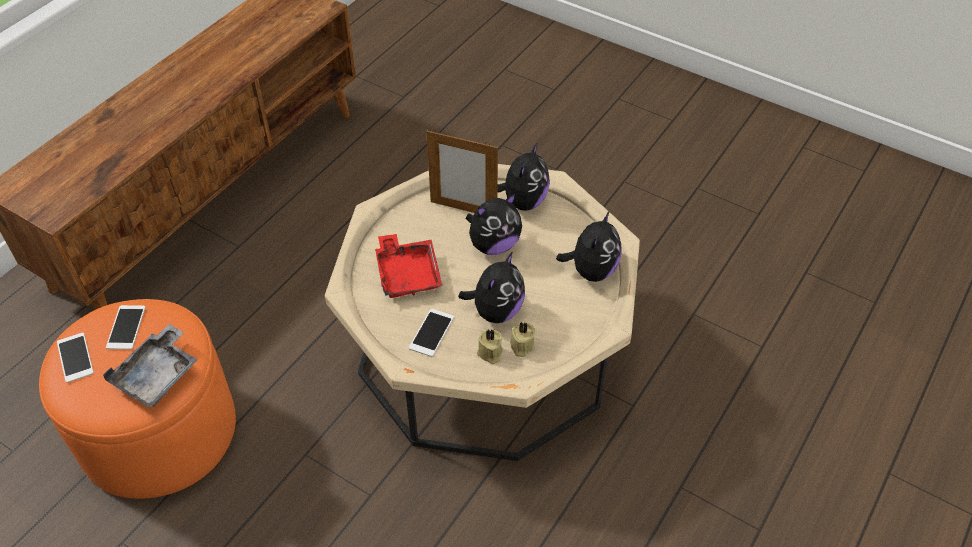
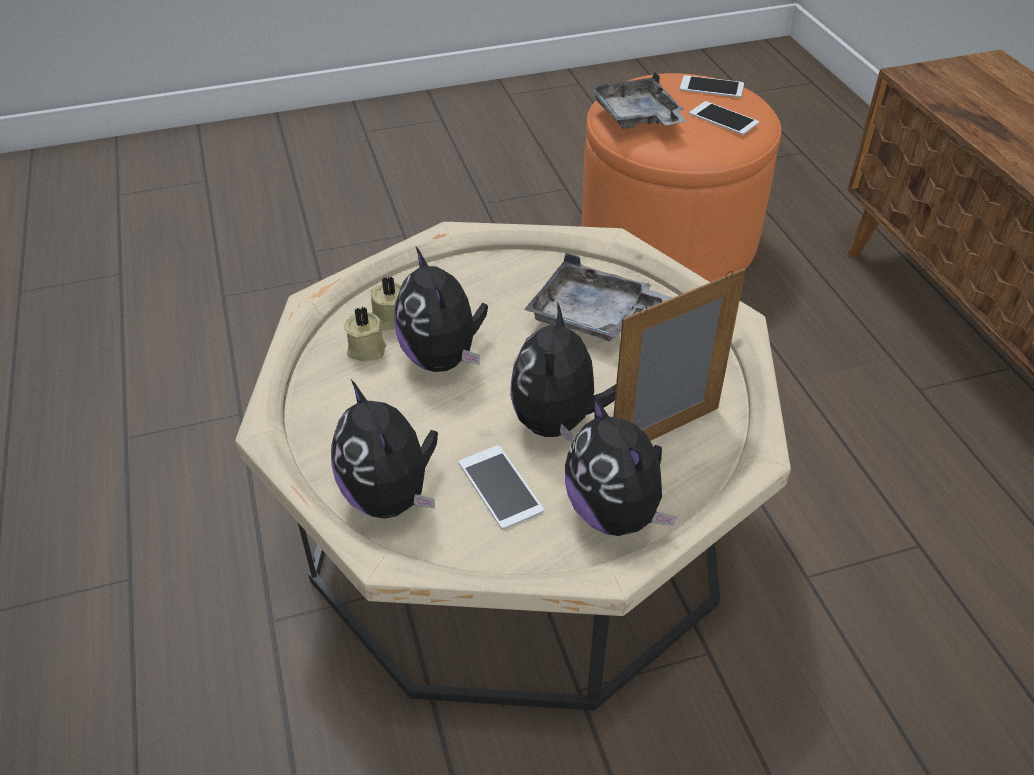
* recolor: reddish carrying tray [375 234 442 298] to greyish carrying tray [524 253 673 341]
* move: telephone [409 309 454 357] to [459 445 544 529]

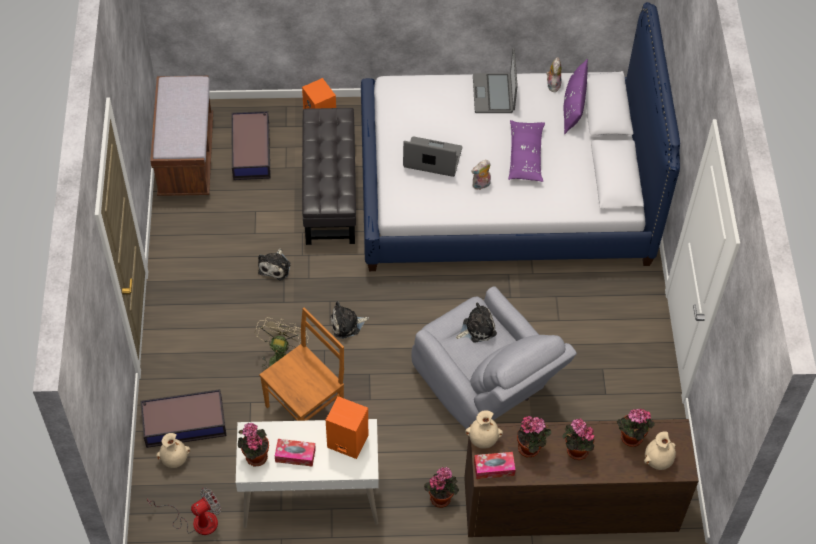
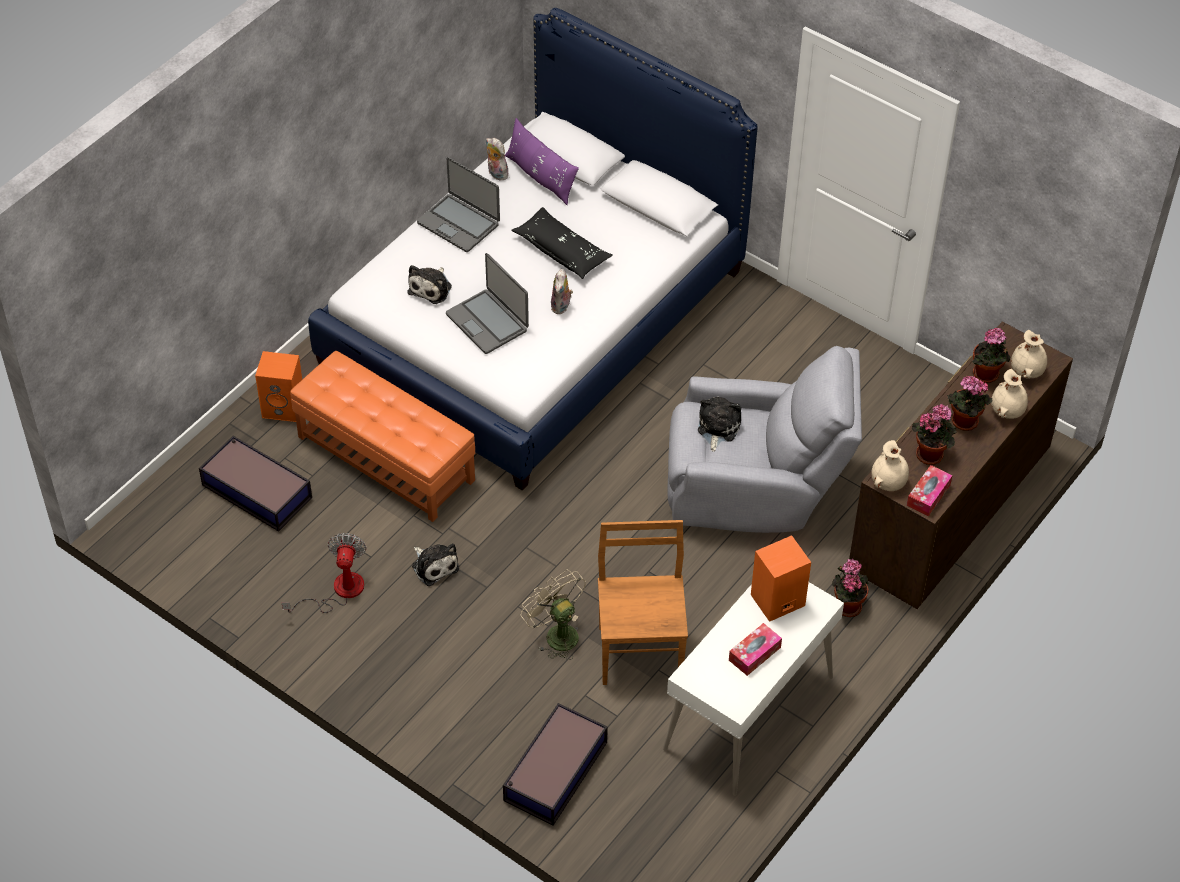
* delete: brown-coloured bench [150 76 213 196]
* recolor: black pouffe [302 108 356 245] to orangey pouffe [290 351 475 522]
* recolor: purple-coloured throw pillow [508 120 545 182] to black throw pillow [511 207 613 279]
* rotate: laptop [403 136 462 177] = [446 253 529 354] 90 degrees counterclockwise
* move: soft toy [330 301 369 339] to [407 265 452 304]
* delete: houseplant [238 423 269 467]
* move: beige decorative vase [156 433 191 468] to [991 369 1028 419]
* move: cooling fan [147 487 221 535] to [282 533 367 613]

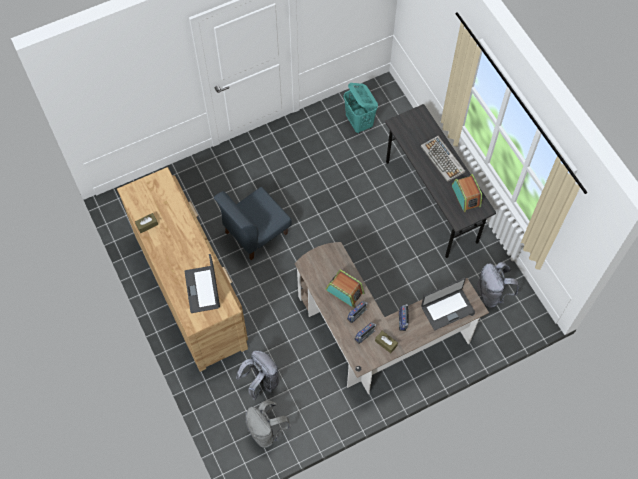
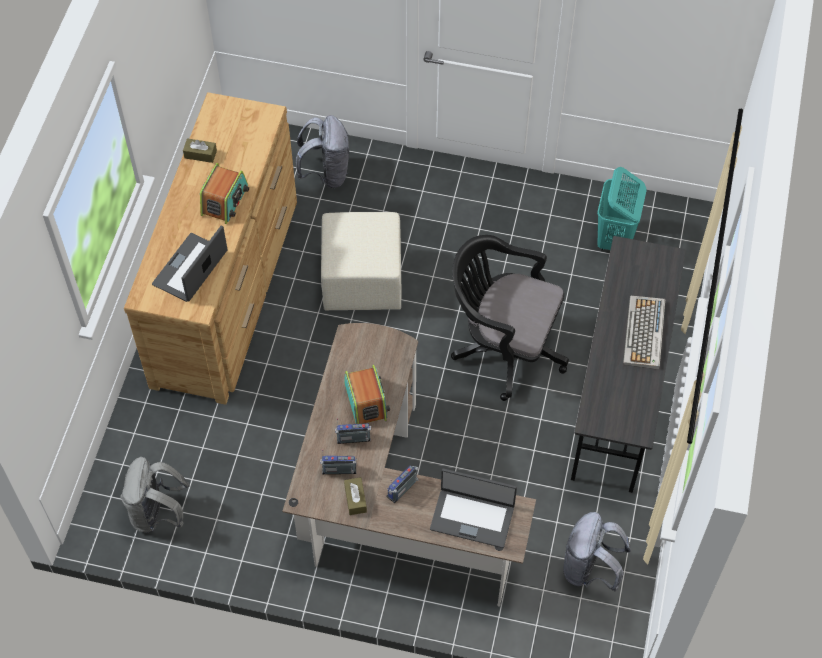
* move: radio receiver [452 174 483 212] to [200 163 249 224]
* replace: blue plain chair [214 187 292 260] to beige pouffe [321 212 402 311]
* move: greyish backpack [236 350 279 401] to [296 115 349 188]
* insert: black computer chair [451 235 569 401]

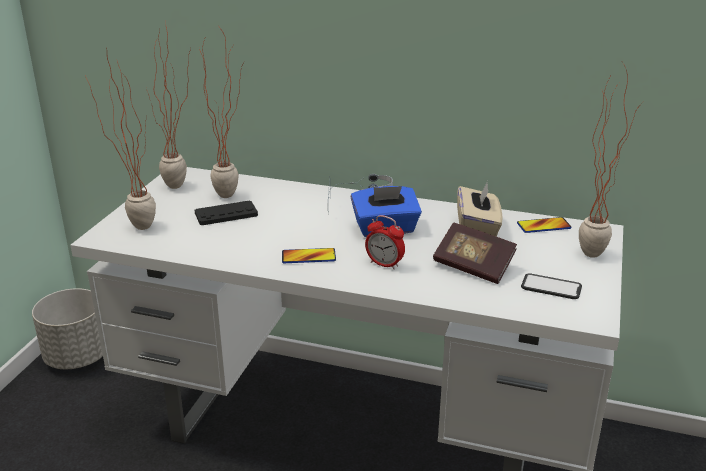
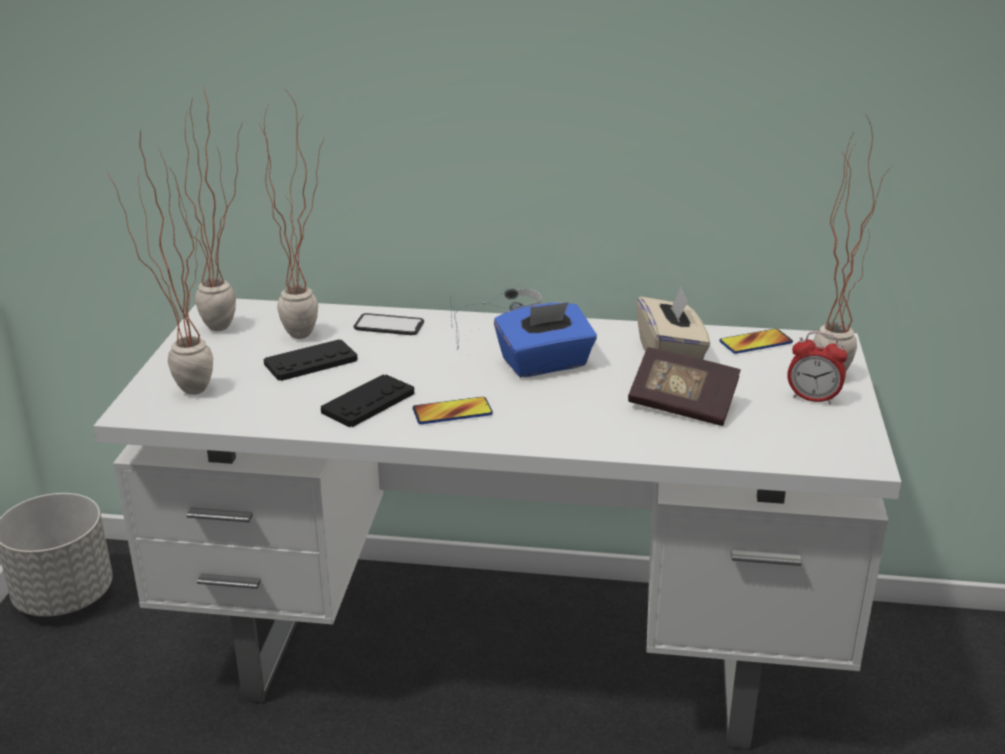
* move: alarm clock [365 215 405 270] to [787 331 847 404]
* move: telephone [521 273 582 299] to [353 313 424 335]
* insert: black game controller [321 375 414 427]

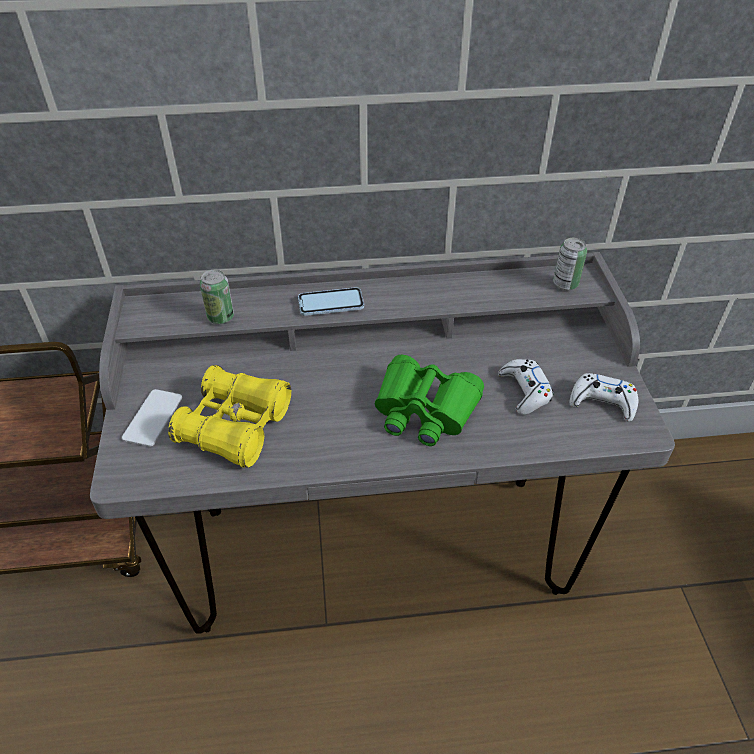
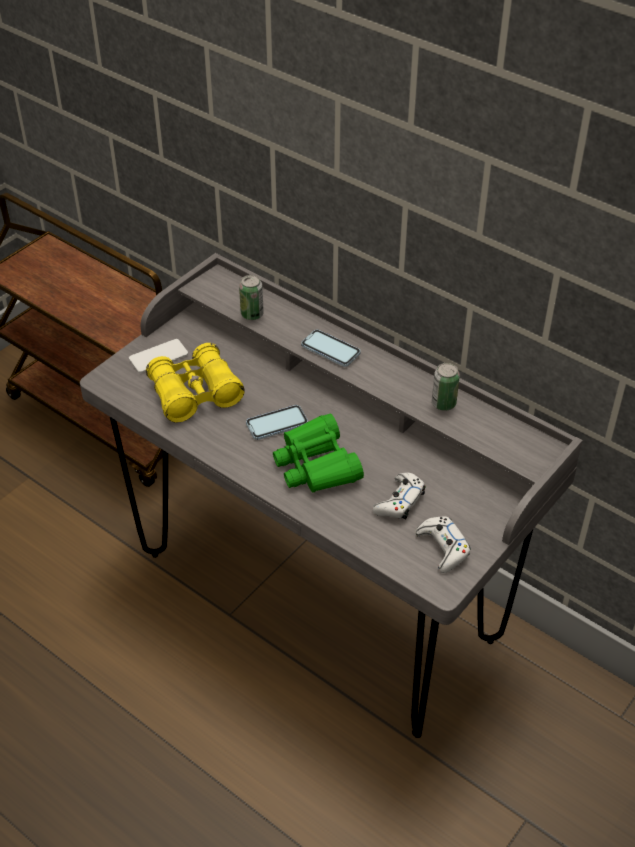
* move: metal can [553 238 587 290] to [432 363 460 411]
* insert: telephone [246 405 308 440]

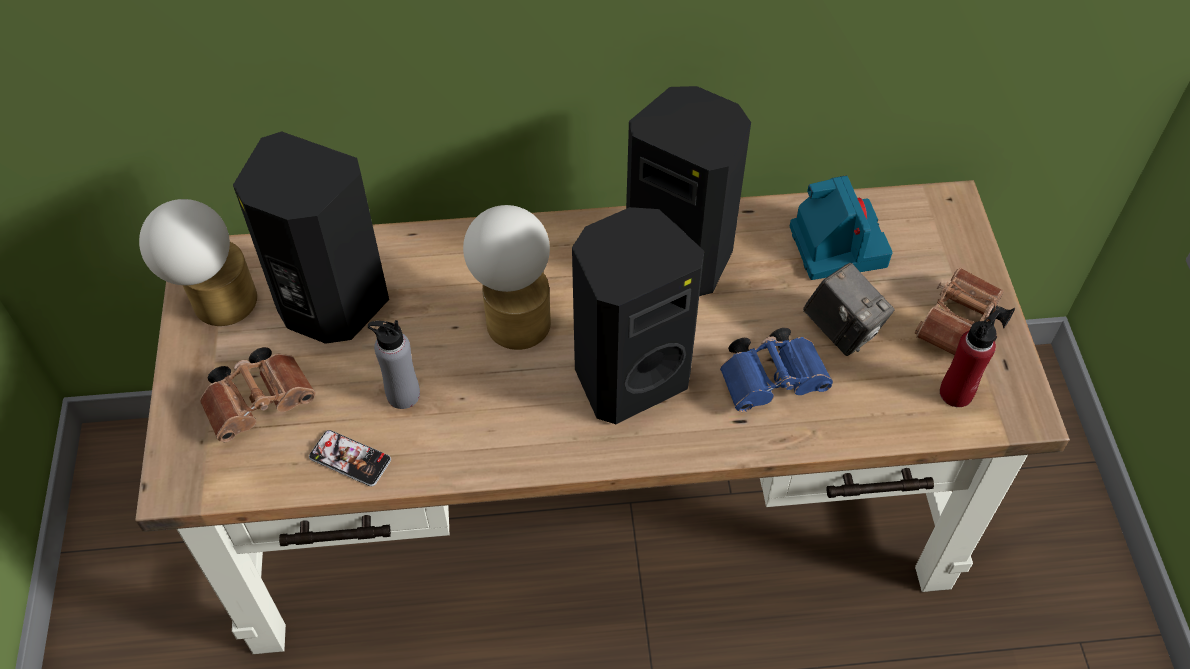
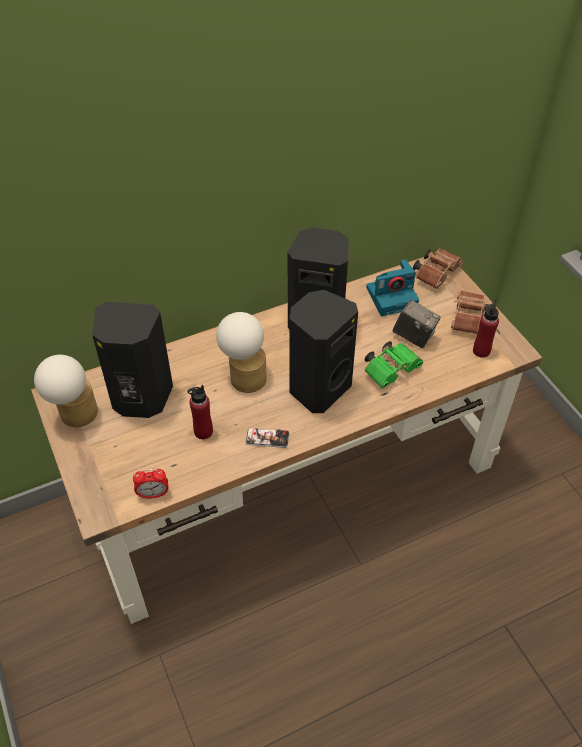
* rotate: photo camera [790 175 893 280] = [366 259 419 316] 105 degrees clockwise
* recolor: greyish beverage bottle [368 320 420 409] to reddish beverage bottle [187 385 213 439]
* recolor: blue binoculars [720 328 833 412] to greenish binoculars [365 341 423 389]
* move: brown-coloured binoculars [200 347 316 442] to [413 248 463 289]
* move: telephone [309 430 391 486] to [246 428 290 448]
* insert: alarm clock [133 469 168 499]

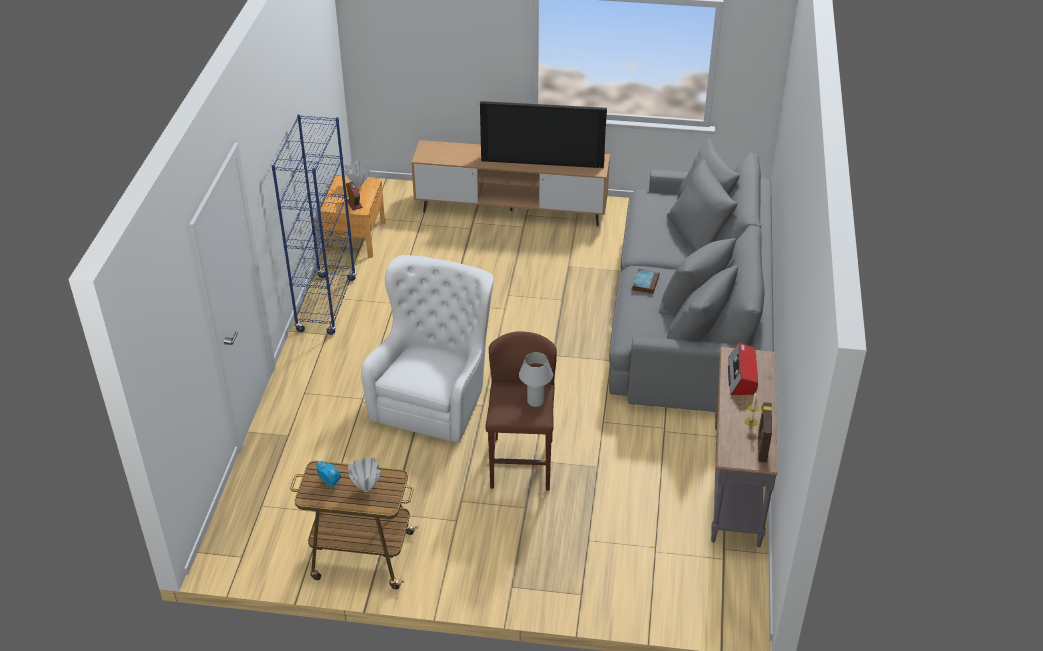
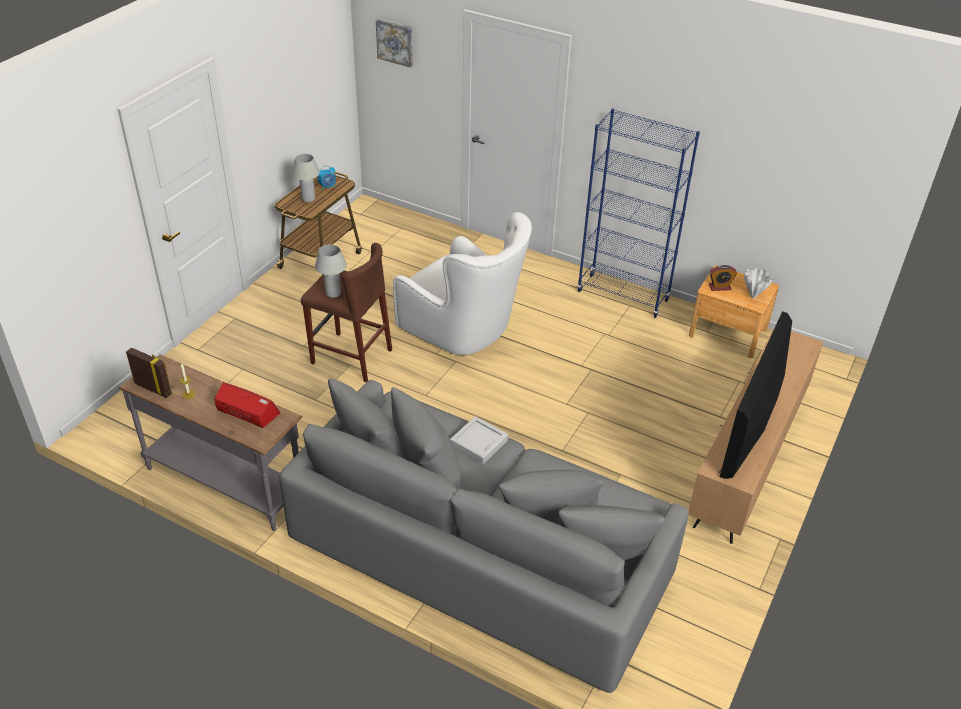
* replace: bound book [632 269 659 294] to greyish carrying tray [450 416 508 464]
* replace: white-coloured decorative vase [348 457 381 492] to white-coloured tabletop lamp [292 154 320 202]
* insert: wall art [376 19 413 67]

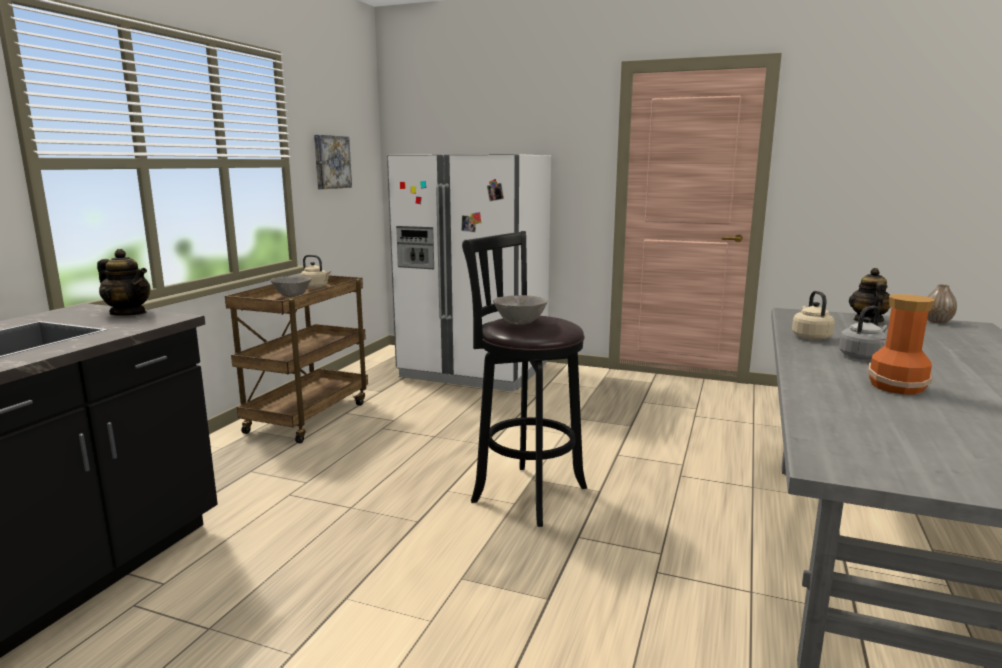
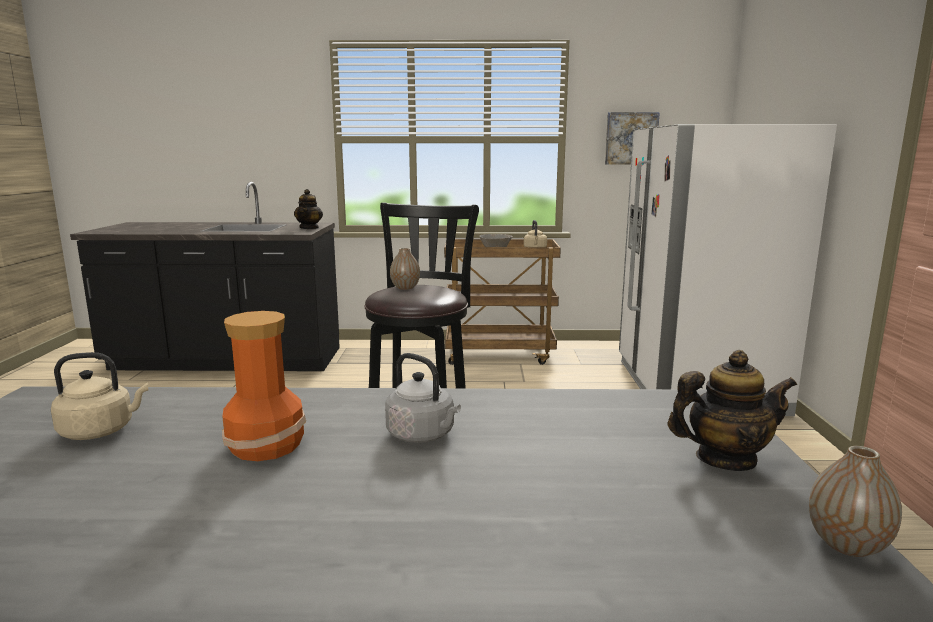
* move: beige tea kettle [792 291 835 340] to [51 352 149 440]
* replace: greyish deep dish [493 295 548 325] to decorative vase [390 248 420 290]

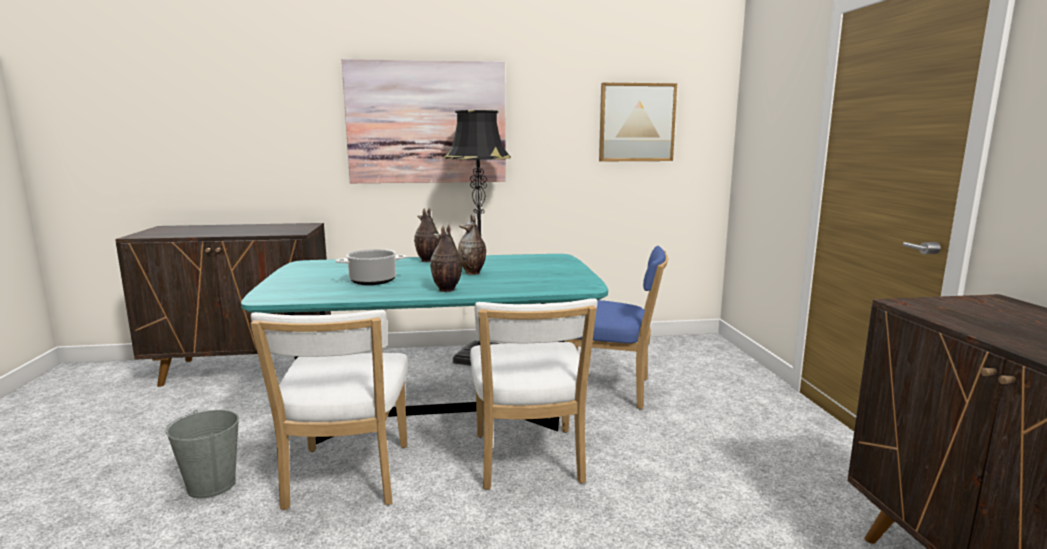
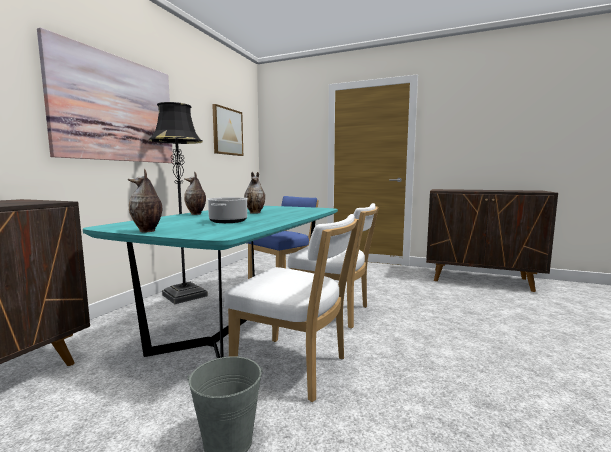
* move: decorative vase [430 225 462 292] to [128 169 163 232]

